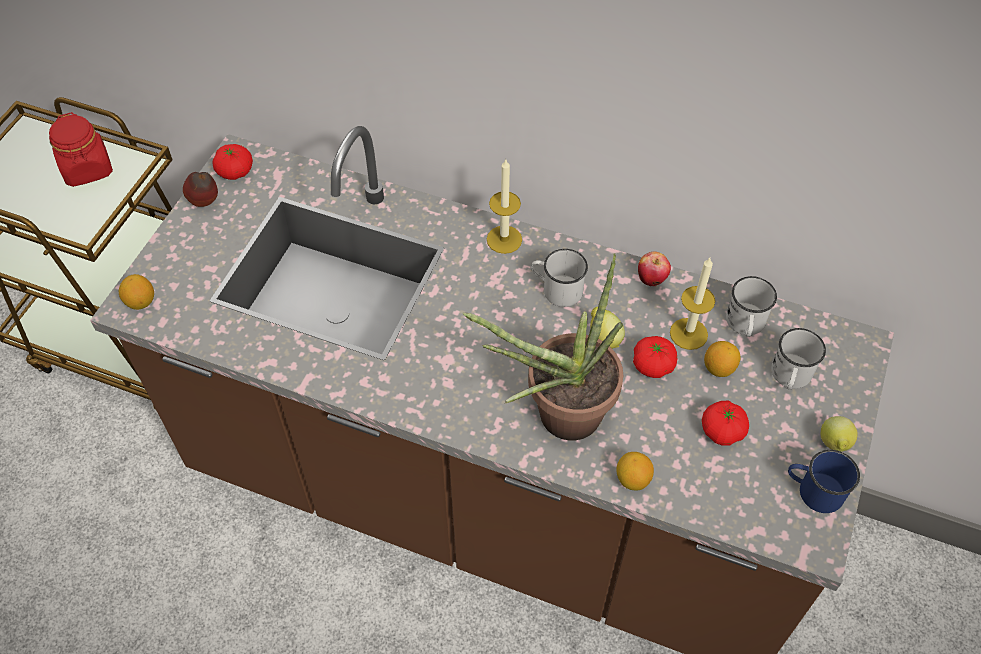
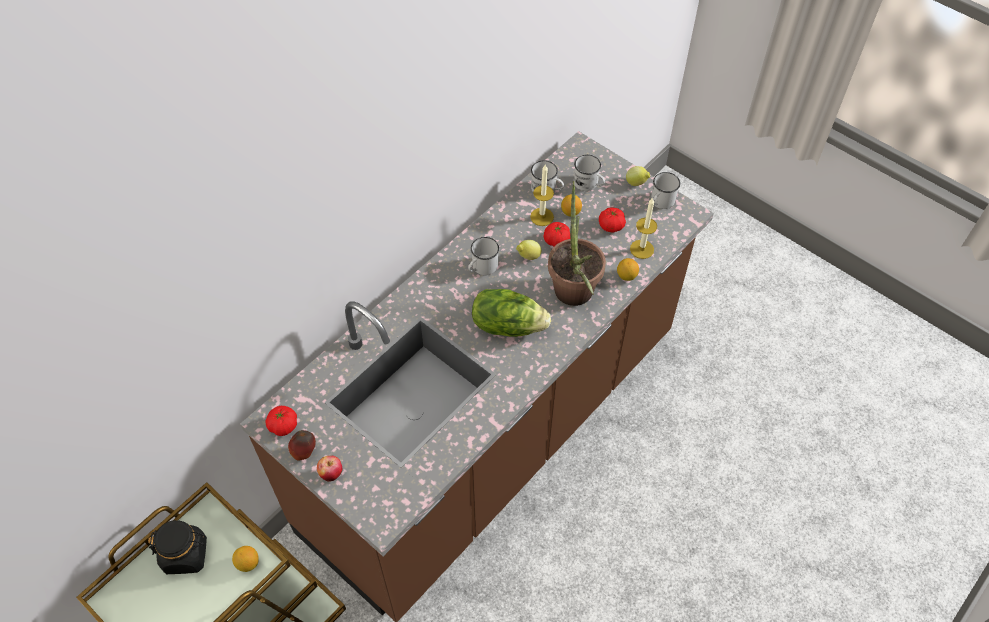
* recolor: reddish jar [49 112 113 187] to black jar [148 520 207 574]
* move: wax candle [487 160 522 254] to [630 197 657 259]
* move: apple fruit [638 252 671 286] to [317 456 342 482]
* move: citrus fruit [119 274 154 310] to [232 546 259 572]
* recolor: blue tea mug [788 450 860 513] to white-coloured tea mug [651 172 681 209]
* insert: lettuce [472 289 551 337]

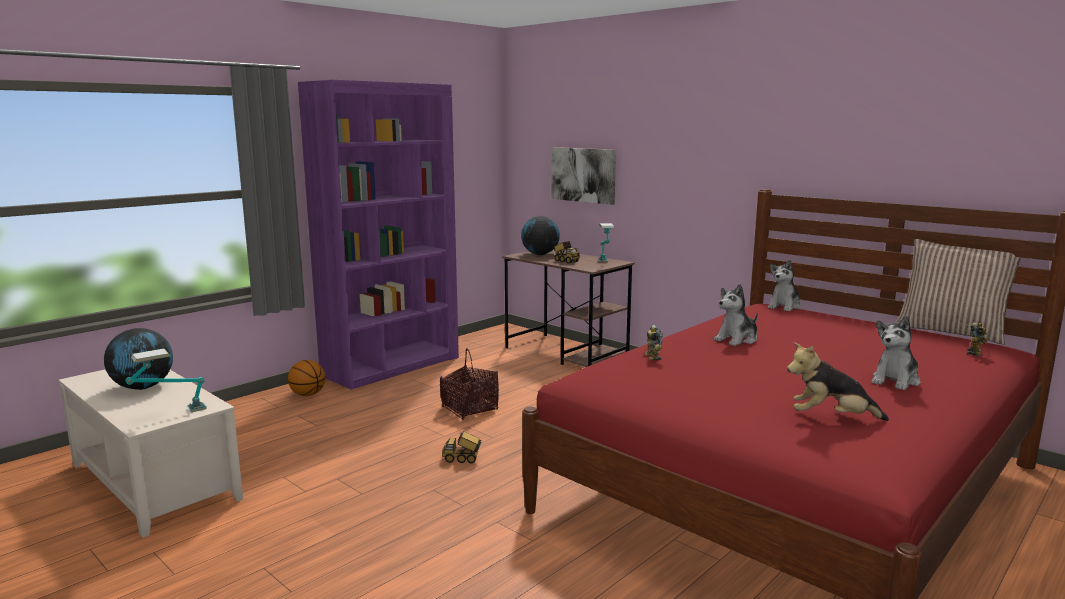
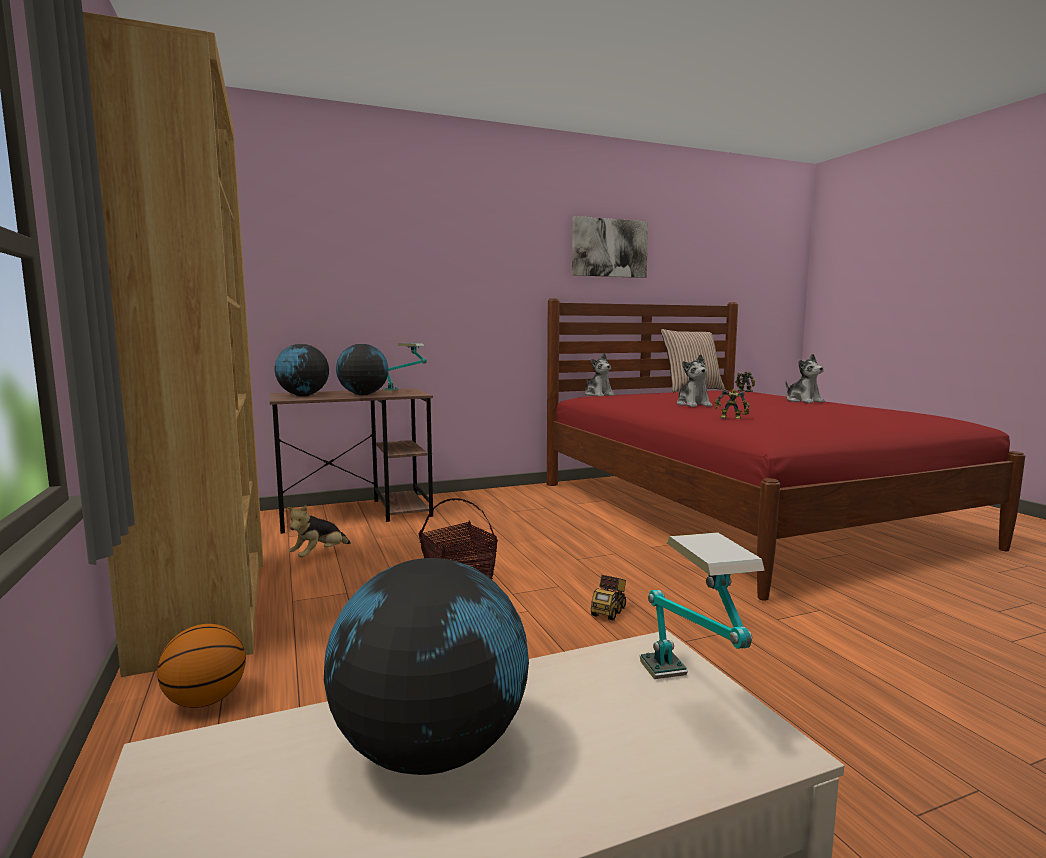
* recolor: purple-coloured bookshelf [298 80 459 390] to brown-coloured bookshelf [83 12 264 677]
* move: wall art [551 147 616 205] to [572 216 648 278]
* replace: model truck [553 241 580 264] to desk globe [336 344 388 395]
* move: soft toy [787 342 889 421] to [287 505 350 557]

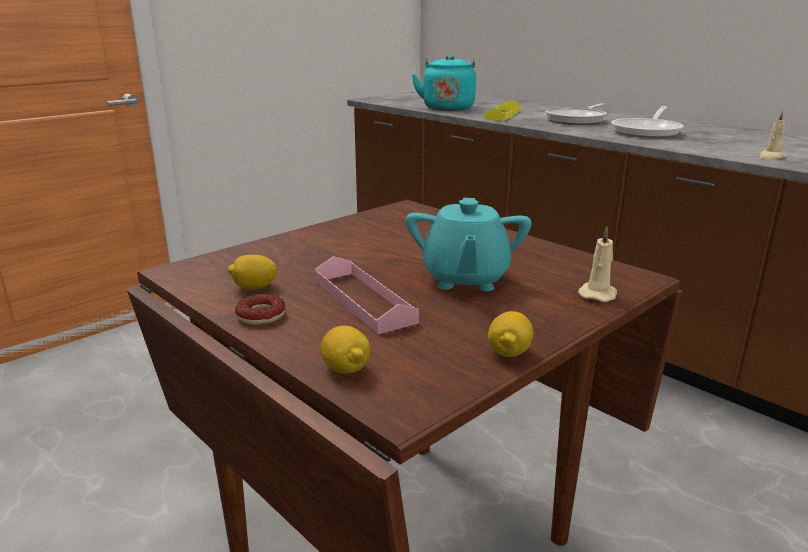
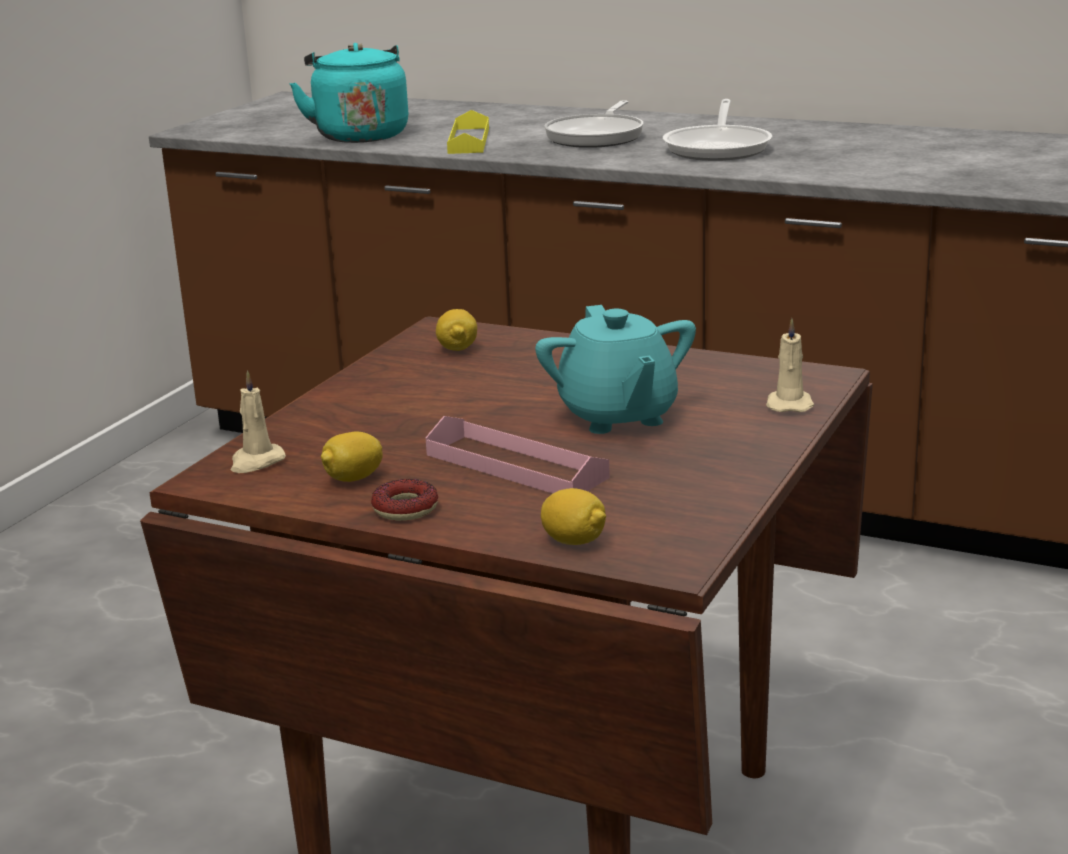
* move: beige wax candle [759 110 787 159] to [231 370 286 473]
* move: citrus fruit [488 311 533 357] to [436 309 477 351]

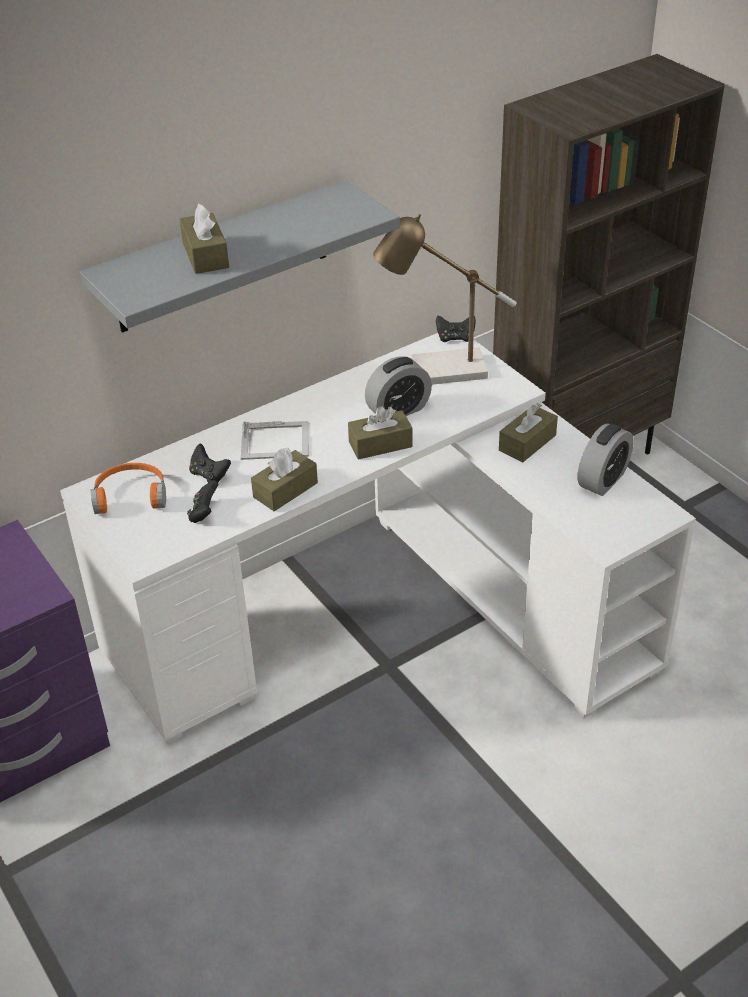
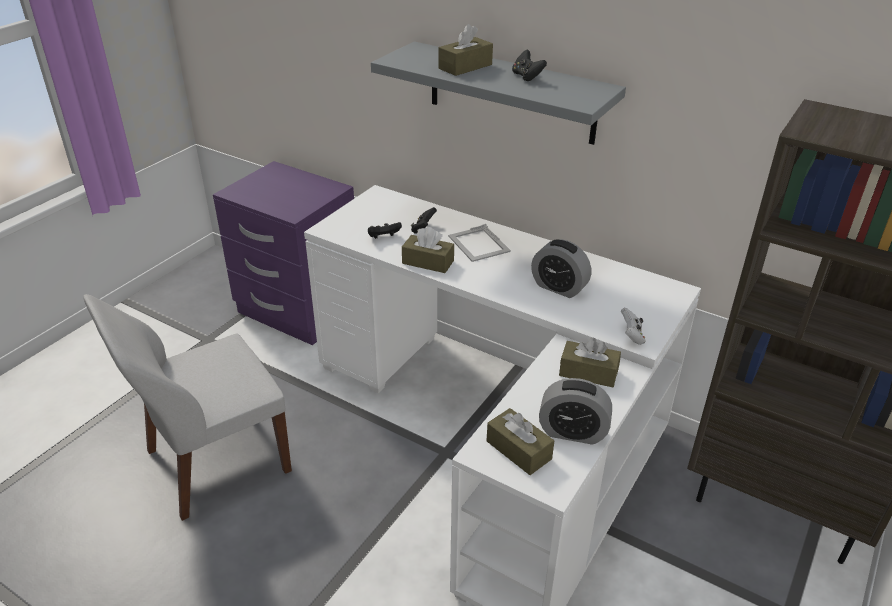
* delete: tabletop lamp [373 214 517 385]
* move: black game controller [436 316 476 342] to [512 49 547 81]
* move: brown-coloured tissue box [348 406 413 460] to [487 408 554 475]
* delete: orangey headphones [91 463 166 514]
* insert: white-coloured plain chair [83 294 292 521]
* insert: white-coloured game controller [621 308 646 345]

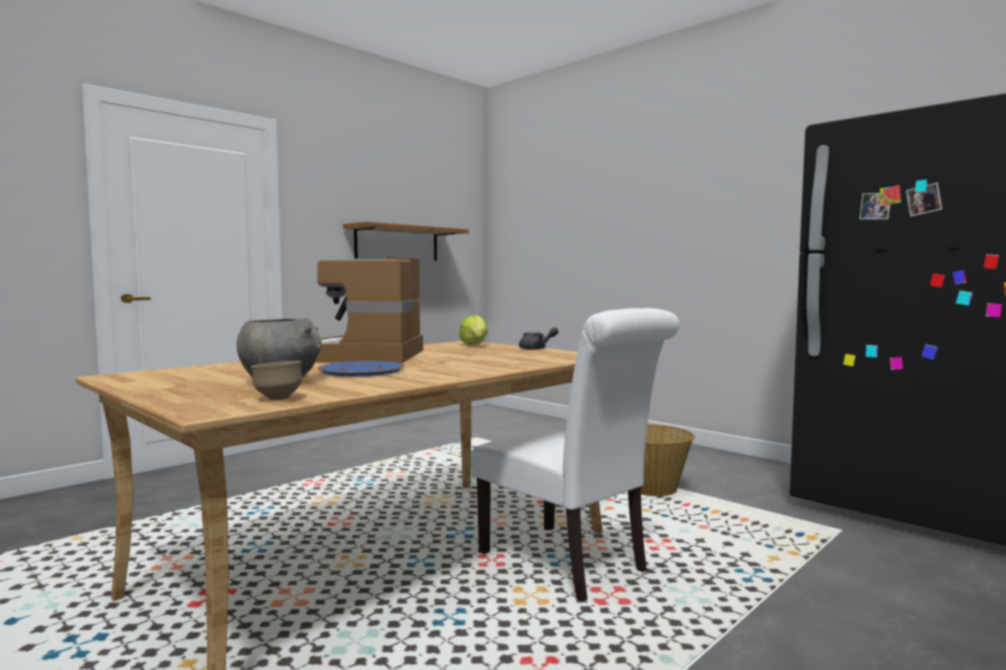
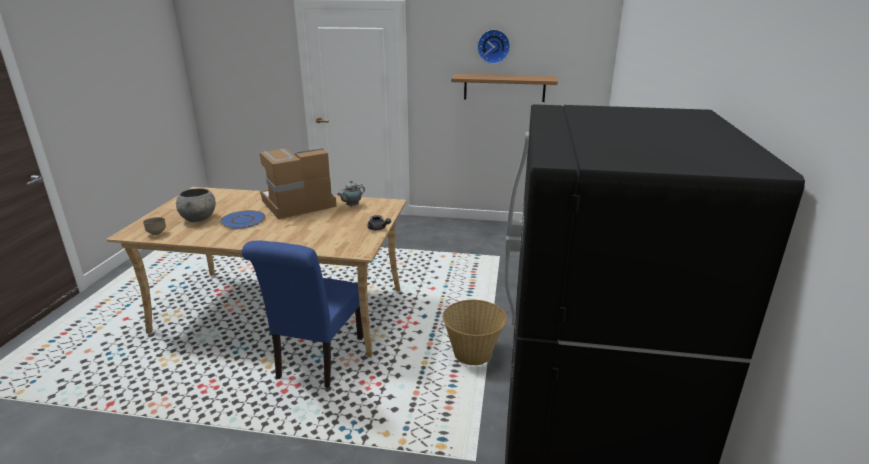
* recolor: white-coloured plain chair [471 308 680 602] to blue plain chair [241 241 363 388]
* delete: lettuce [459 315 488 345]
* insert: hanging clock [477 29 510 64]
* insert: tea pot [337 180 365 207]

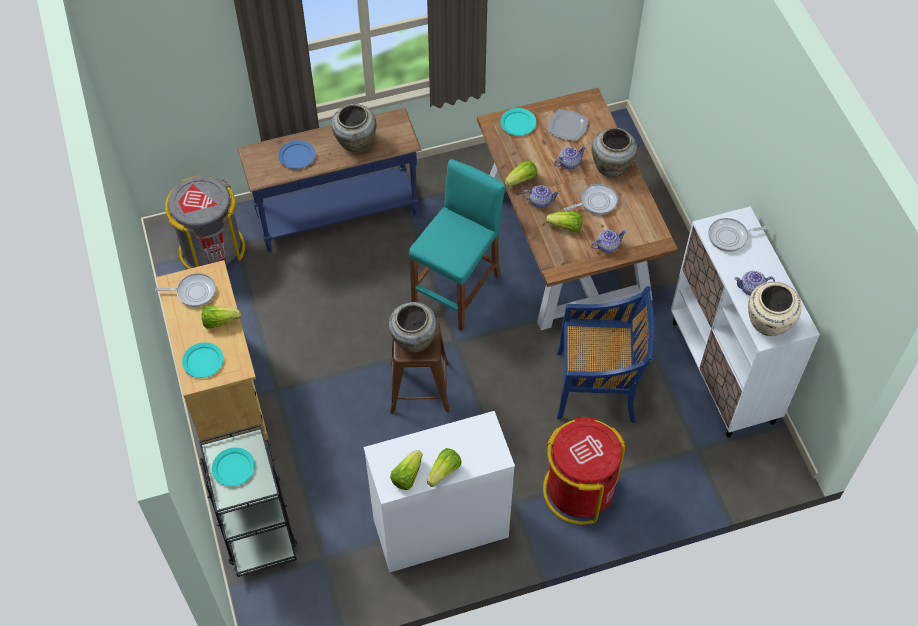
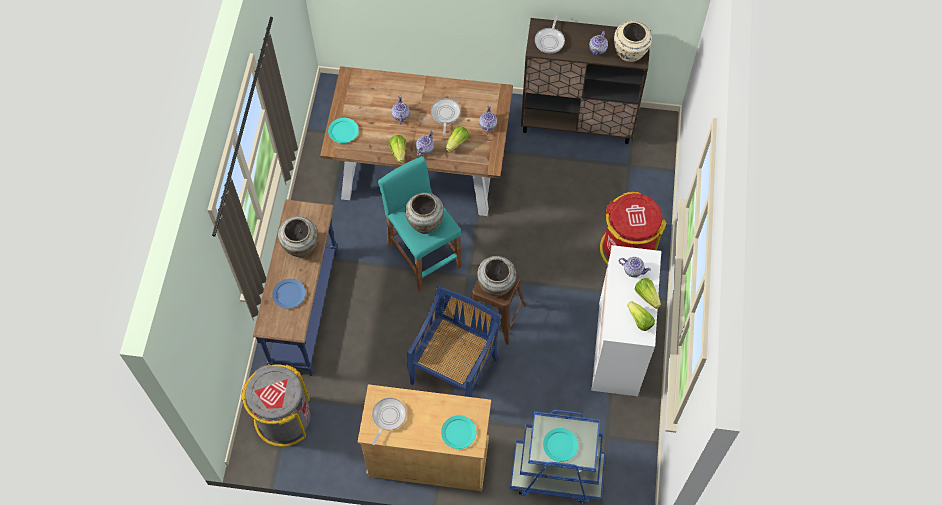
* delete: flat dish [548 109 588 141]
* move: beige decorative vase [591 128 637 178] to [405 193 444 234]
* recolor: white-coloured cabinet [671 207 820 438] to brown-coloured cabinet [521 18 651 144]
* move: blue plain chair [557 286 654 423] to [407 285 502 397]
* delete: lettuce [202 306 241 329]
* recolor: black trolley [199 424 297 577] to blue trolley [510 410 606 504]
* insert: tea pot [619 257 651 277]

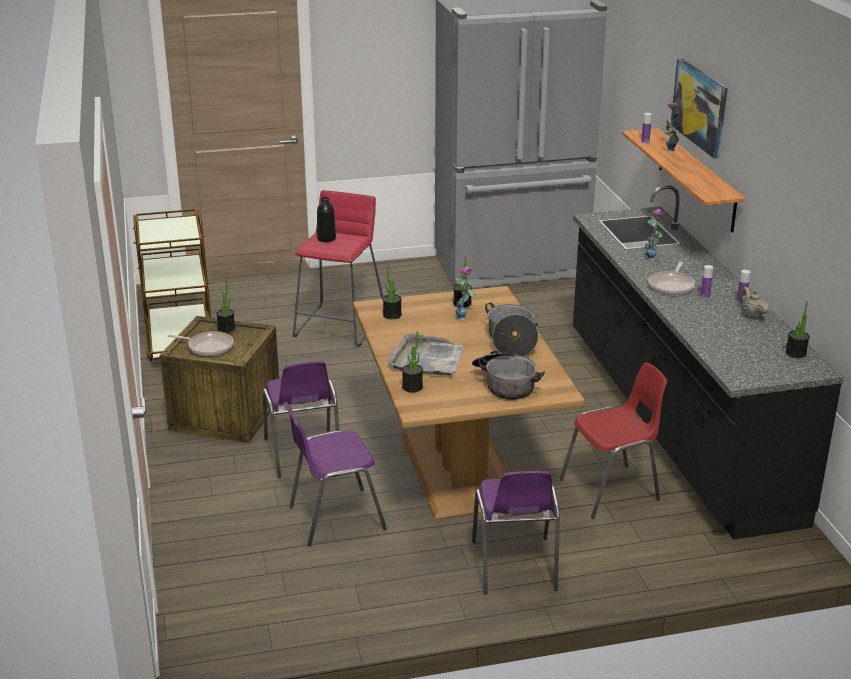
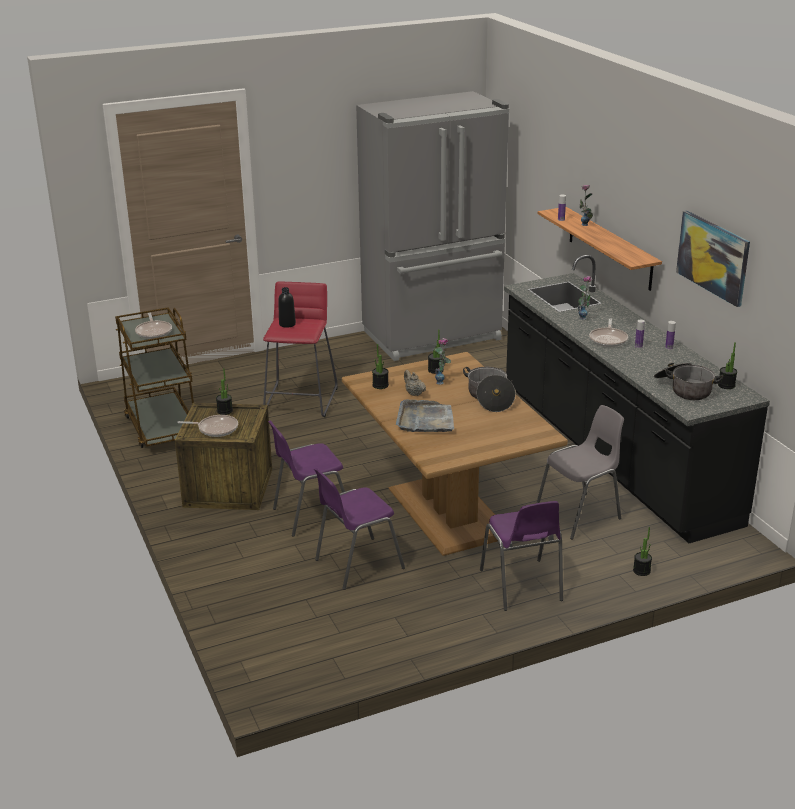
* move: wall art [671 59 728 159] to [676 211 750 307]
* move: beige tea pot [741 287 769 318] to [404 370 426 396]
* move: houseplant [402 331 423 392] to [633 527 652 576]
* move: cooking pot [472 351 545 400] to [654 363 723 400]
* rotate: purple-coloured plain chair [263 361 339 478] = [268 420 345 537] 90 degrees clockwise
* recolor: reddish plain chair [559 362 668 518] to greyish plain chair [537 405 624 540]
* insert: frying pan [135 313 172 339]

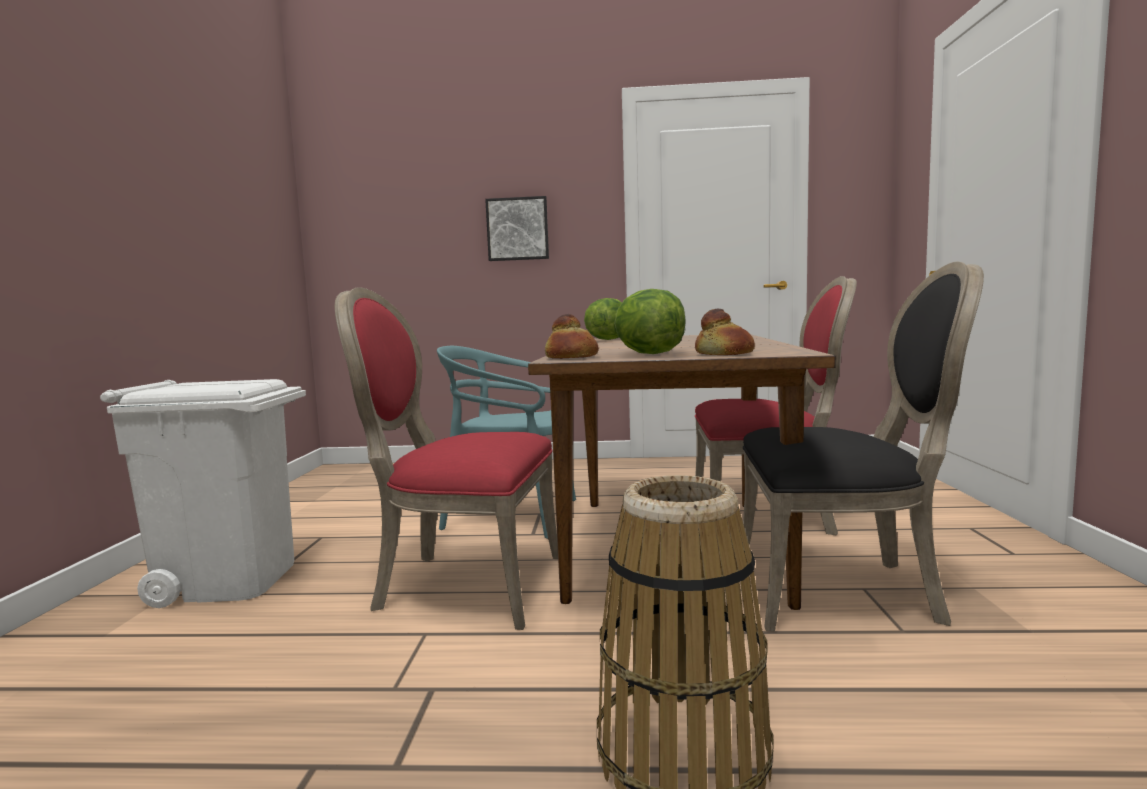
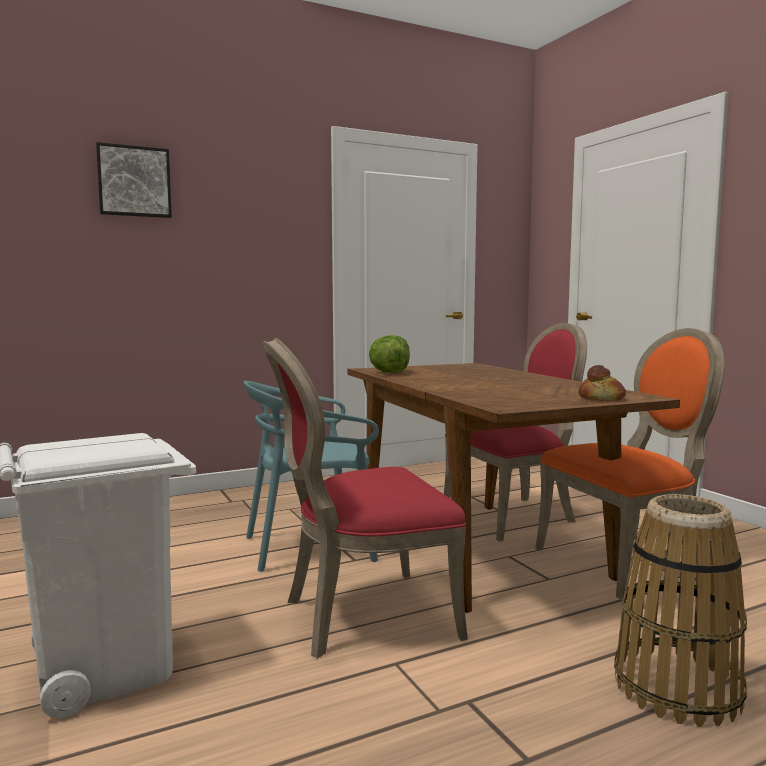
* move: wall art [485 196 549 261] to [96 142 172 218]
* recolor: black plain chair [743 261 984 631] to orangey plain chair [535 328 725 599]
* delete: lettuce [614 289 686 354]
* delete: bread [545 314 599 359]

